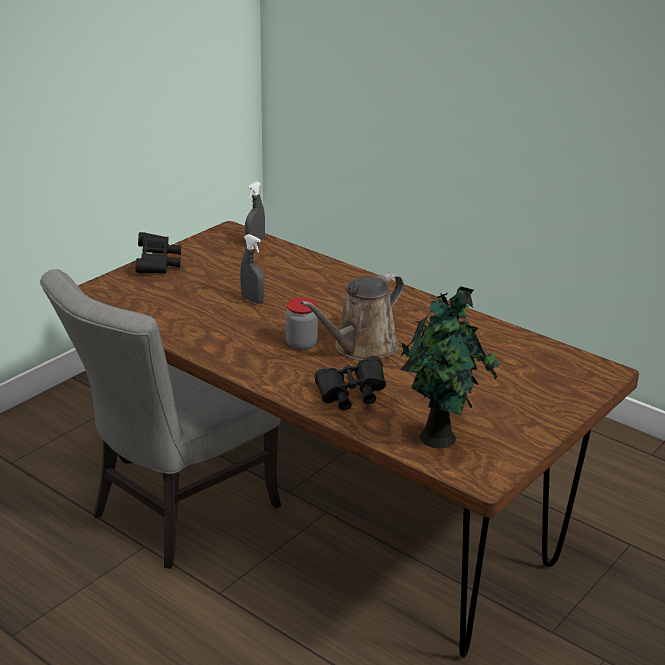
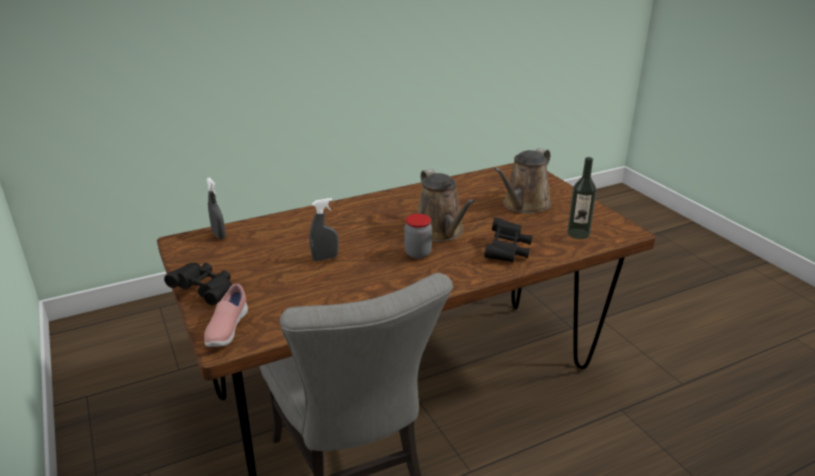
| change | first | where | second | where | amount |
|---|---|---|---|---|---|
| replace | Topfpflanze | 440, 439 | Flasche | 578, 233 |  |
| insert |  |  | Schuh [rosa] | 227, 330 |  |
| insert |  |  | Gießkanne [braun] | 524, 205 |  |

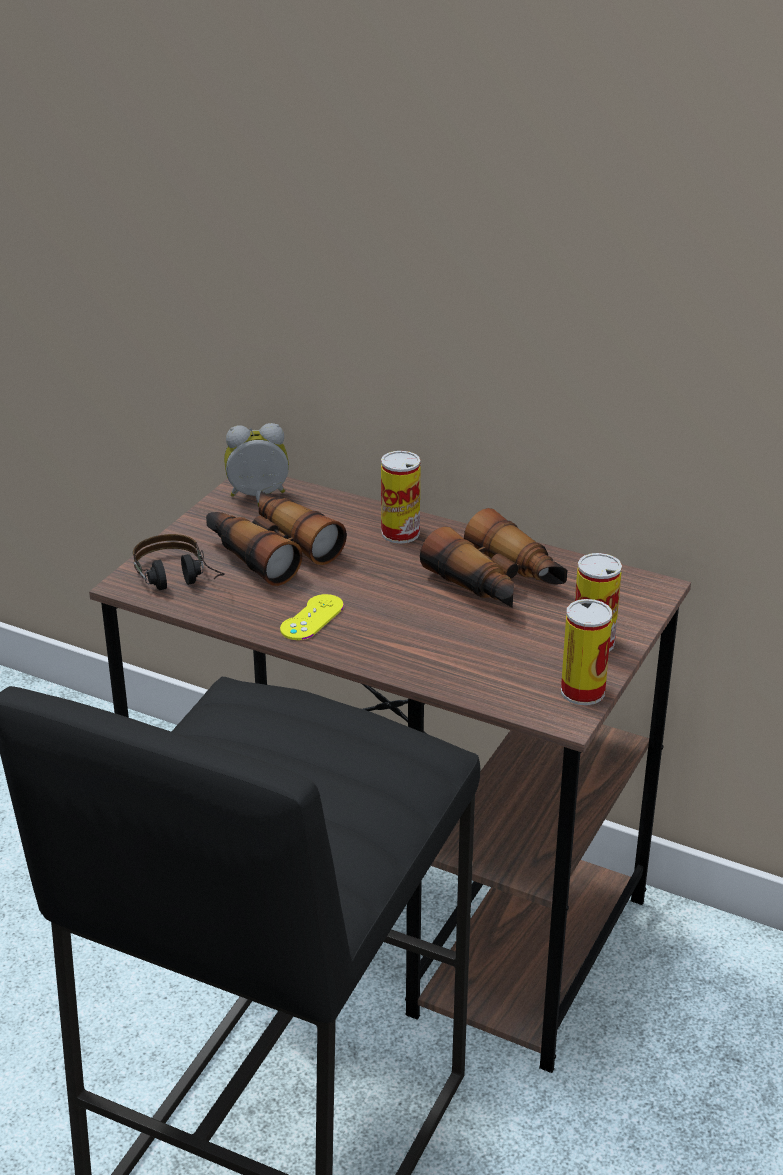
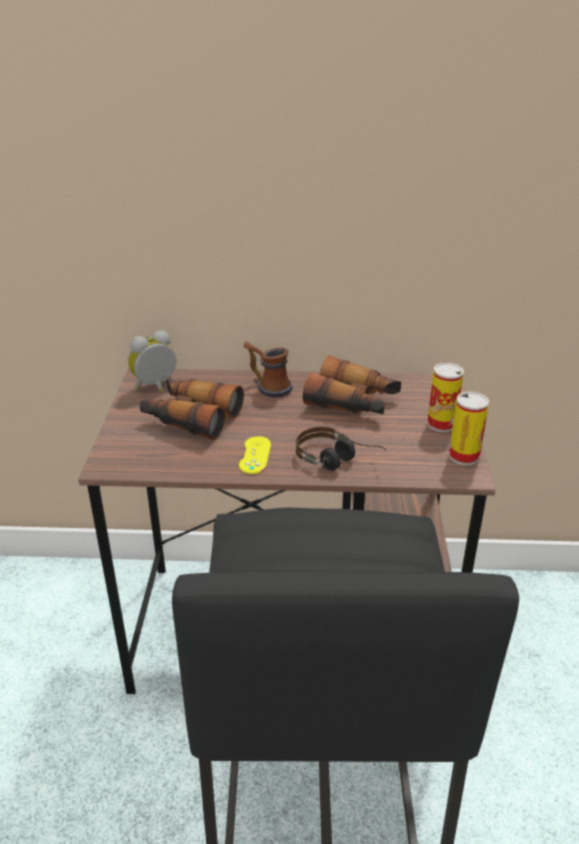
| change | first | where | second | where | amount |
|---|---|---|---|---|---|
| move | Kopfhörer | 179, 582 |  | 338, 461 |  |
| replace | Dose | 400, 533 | Henkelbecher | 267, 386 |  |

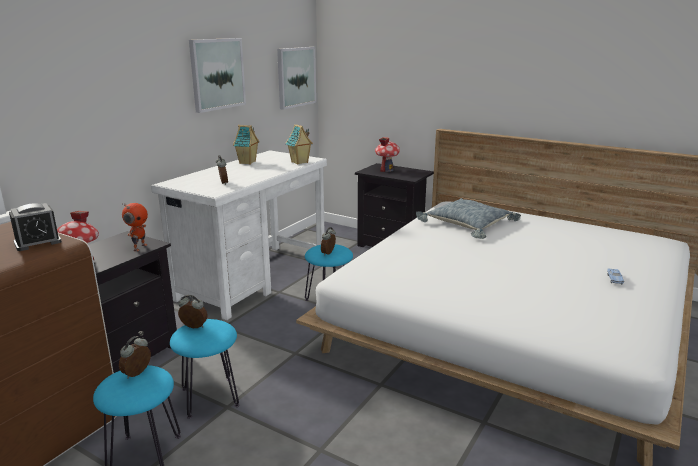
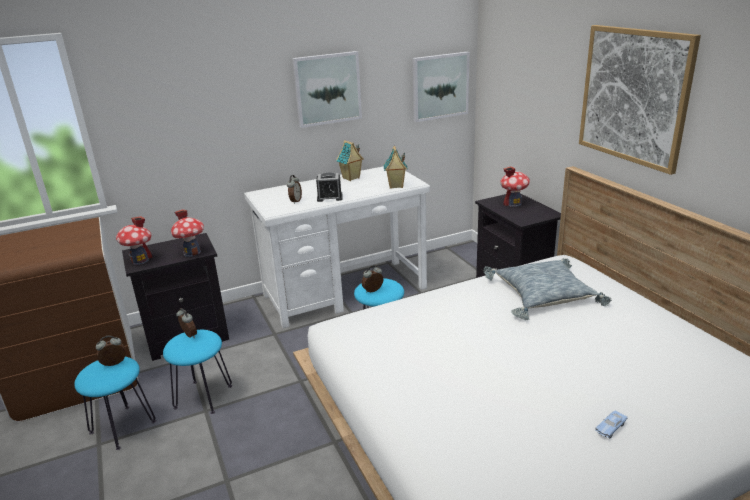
| change | first | where | second | where | amount |
|---|---|---|---|---|---|
| move | Wecker | 38, 242 |  | 329, 197 |  |
| replace | Spielzeugroboter | 139, 247 | Spielzeughaus | 192, 252 |  |
| insert |  |  | Bild | 634, 96 |  |

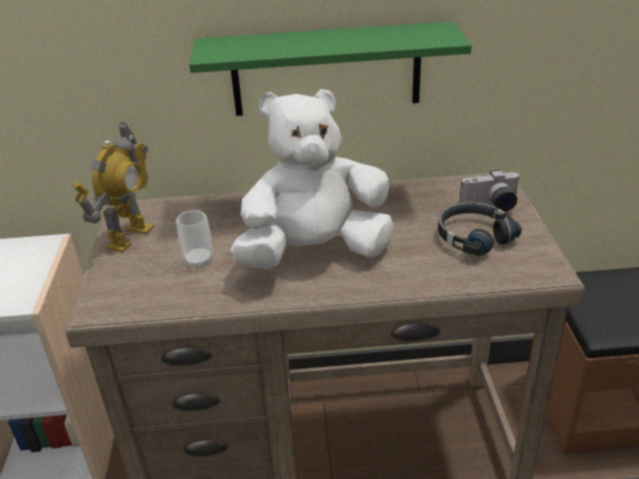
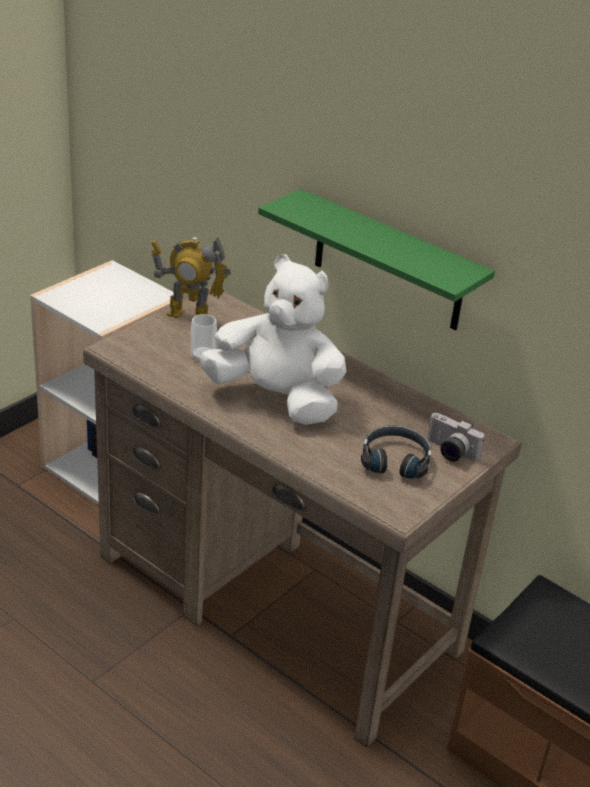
| change | first | where | second | where | amount |
|---|---|---|---|---|---|
| rotate | Spielzeugroboter | 129, 237 |  | 189, 317 | 45 degrees clockwise |

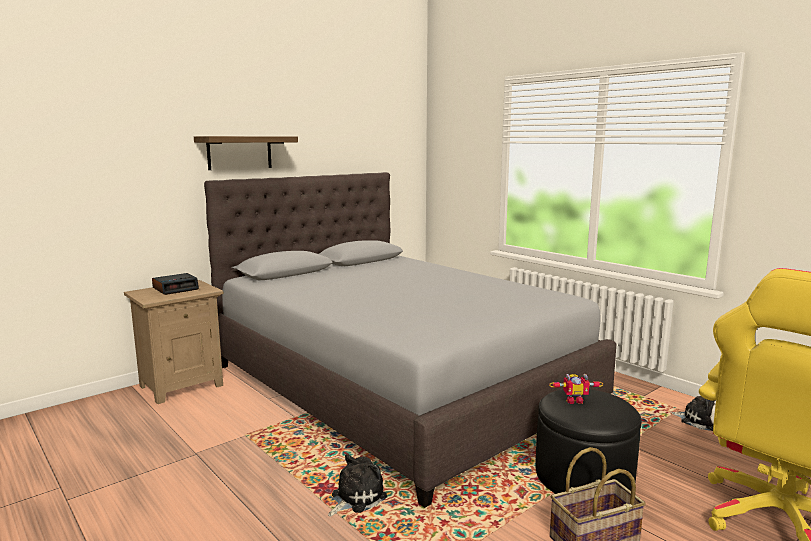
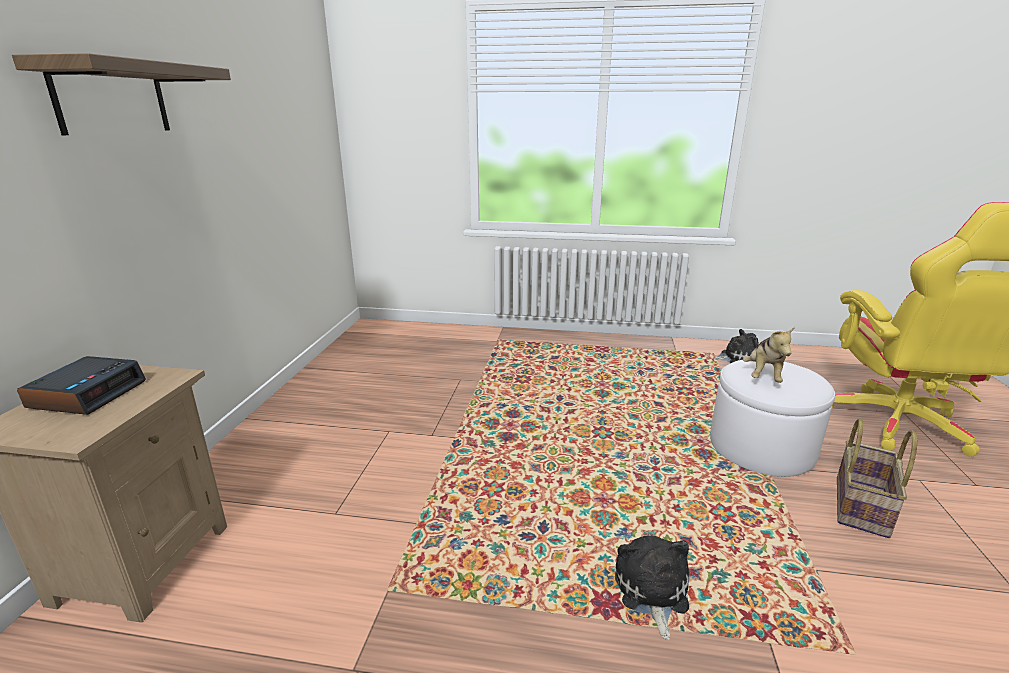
| change | first | where | second | where | amount |
|---|---|---|---|---|---|
| delete | Bett [grau] | 397, 384 |  |  |  |
| recolor | Polsterhocker [schwarz] | 583, 476 | Polsterhocker [weiß] | 761, 447 |  |
| replace | Spielzeugroboter | 574, 400 | Plüschtier | 763, 376 |  |

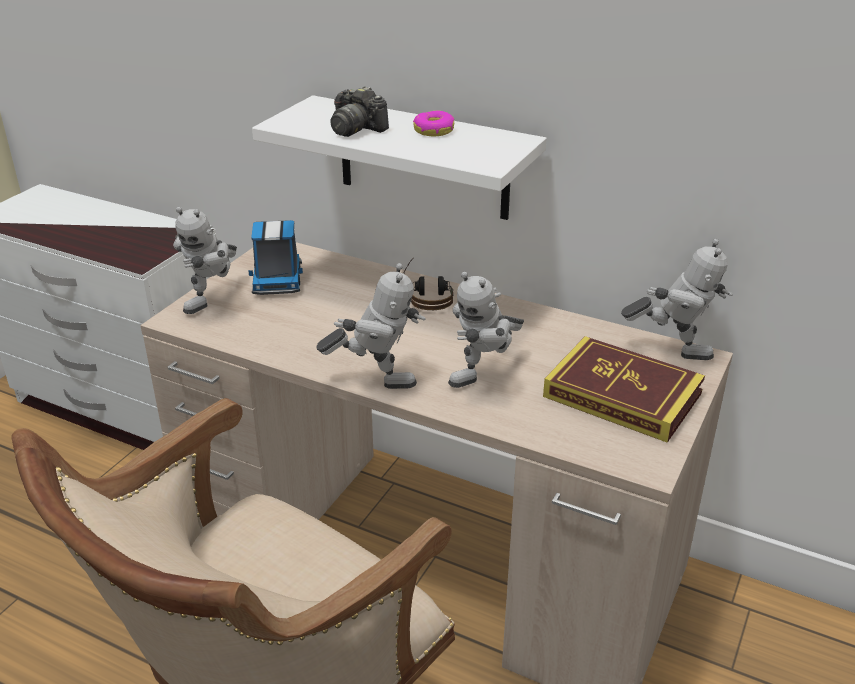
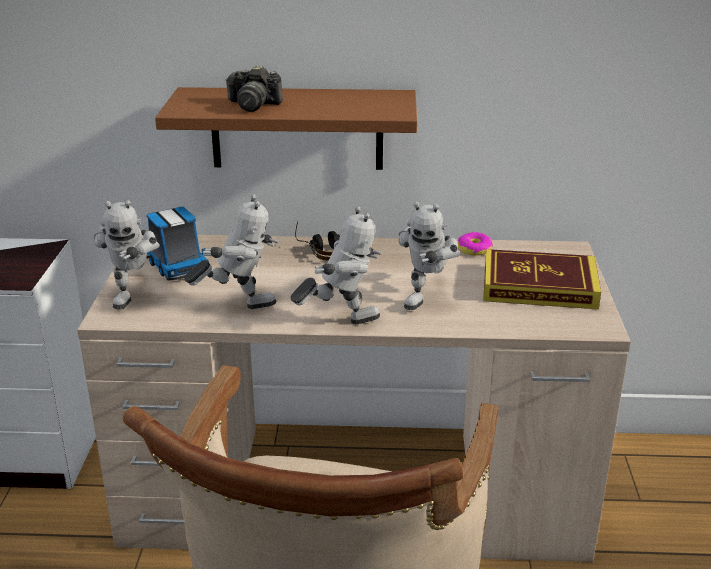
| change | first | where | second | where | amount |
|---|---|---|---|---|---|
| recolor | Wandregal [weiß] | 423, 158 | Wandregal [braun] | 297, 128 |  |
| move | Donut | 433, 130 |  | 474, 249 |  |
| move | Spielzeugroboter | 672, 350 |  | 239, 305 |  |

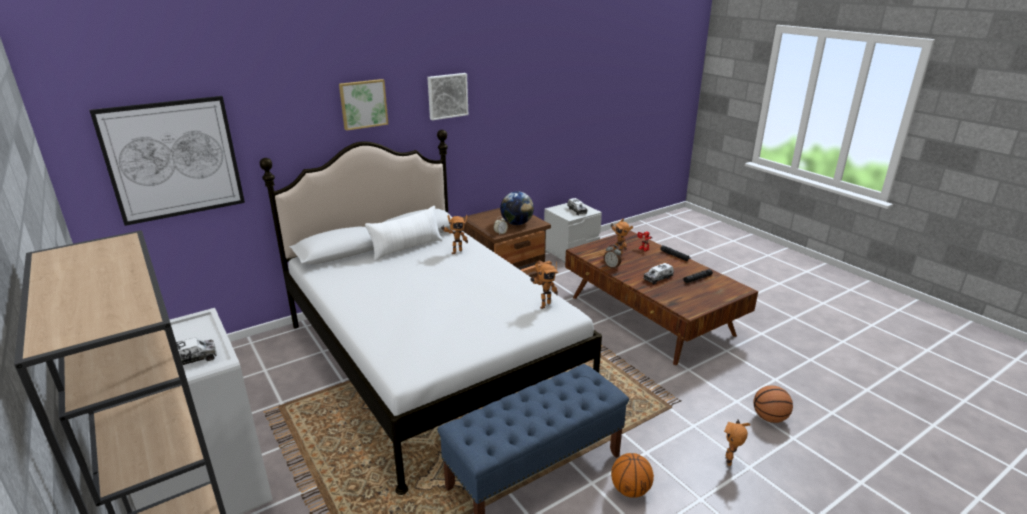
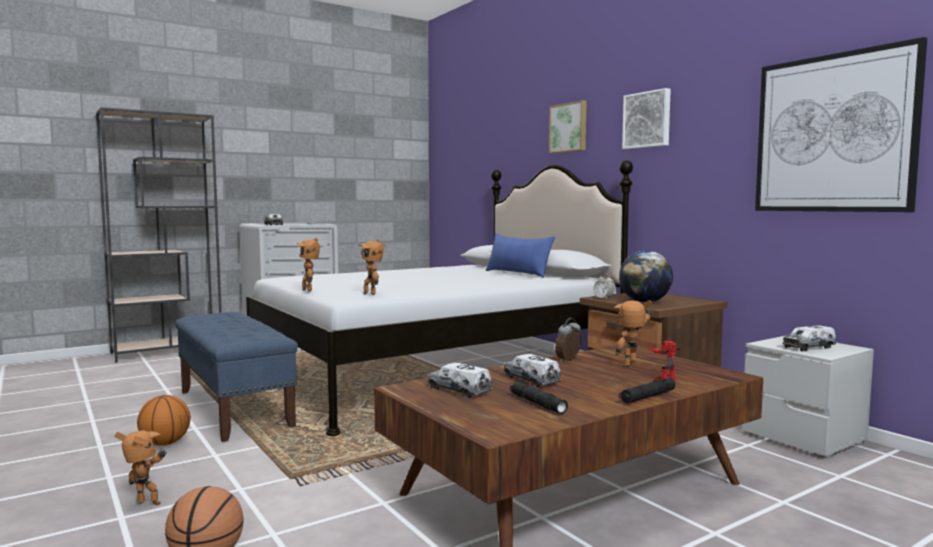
| change | first | where | second | where | amount |
|---|---|---|---|---|---|
| move | Bild | 173, 159 |  | 833, 133 |  |
| recolor | Kissen [weiß] | 407, 248 | Kissen [blau] | 518, 273 |  |
| move | Spielzeugroboter | 455, 251 |  | 309, 290 |  |
| insert |  |  | Spielzeuglaster | 459, 390 |  |

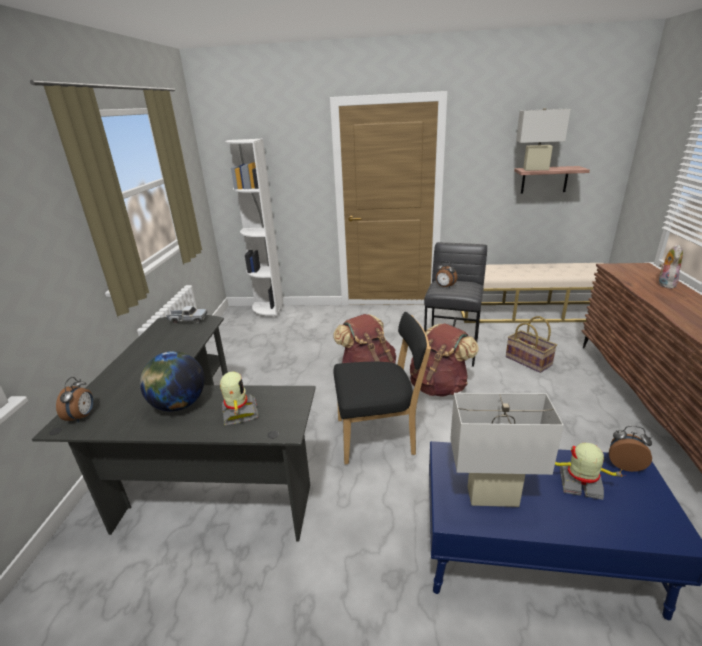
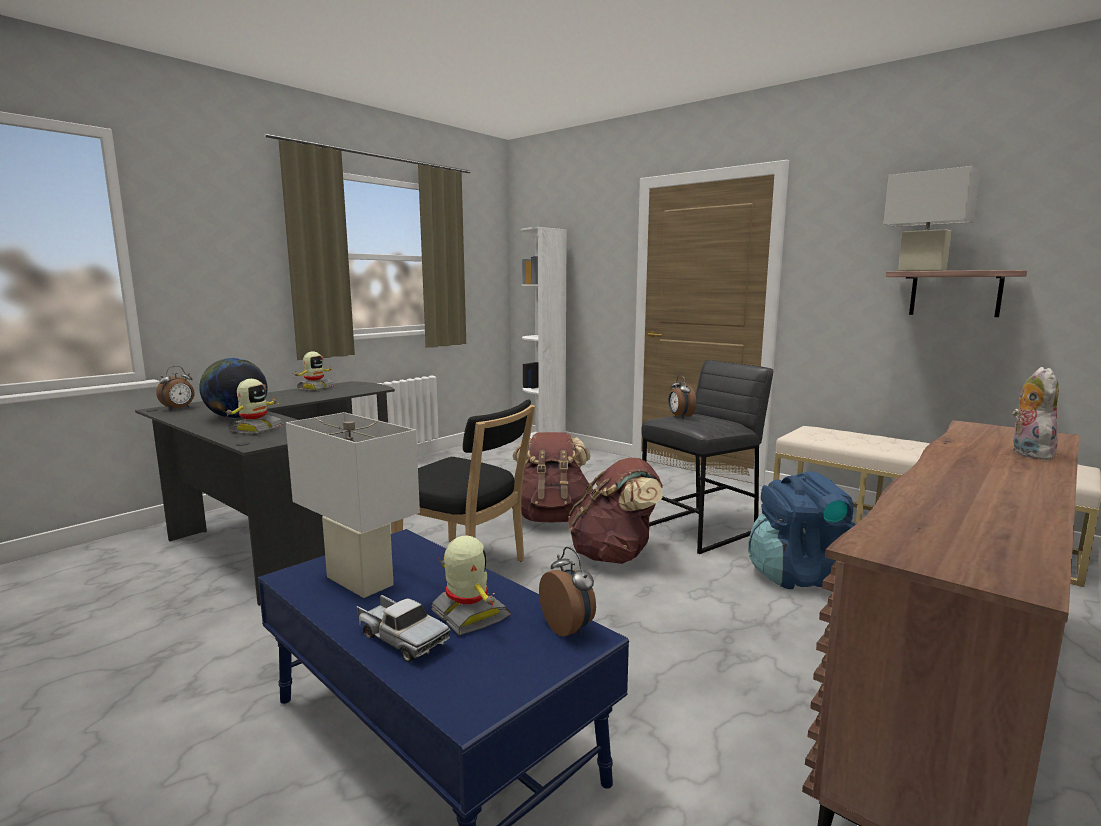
| change | first | where | second | where | amount |
|---|---|---|---|---|---|
| move | Spielzeuglaster | 188, 320 |  | 401, 638 |  |
| replace | Korb | 529, 361 | Rucksack [blau] | 801, 576 |  |
| rotate | Plüschtier | 665, 284 |  | 1027, 453 | 45 degrees counterclockwise |
| insert |  |  | Spielzeugroboter | 315, 388 |  |

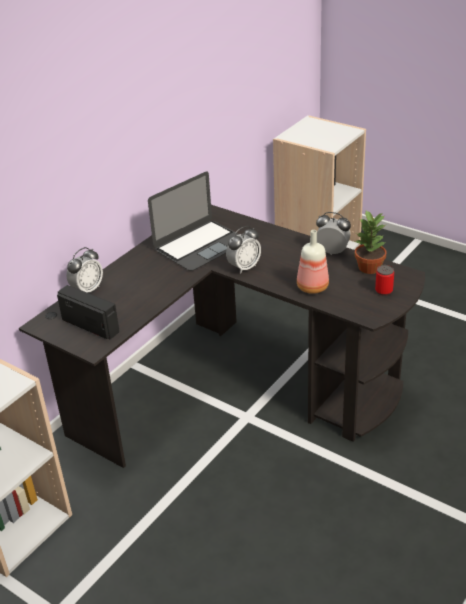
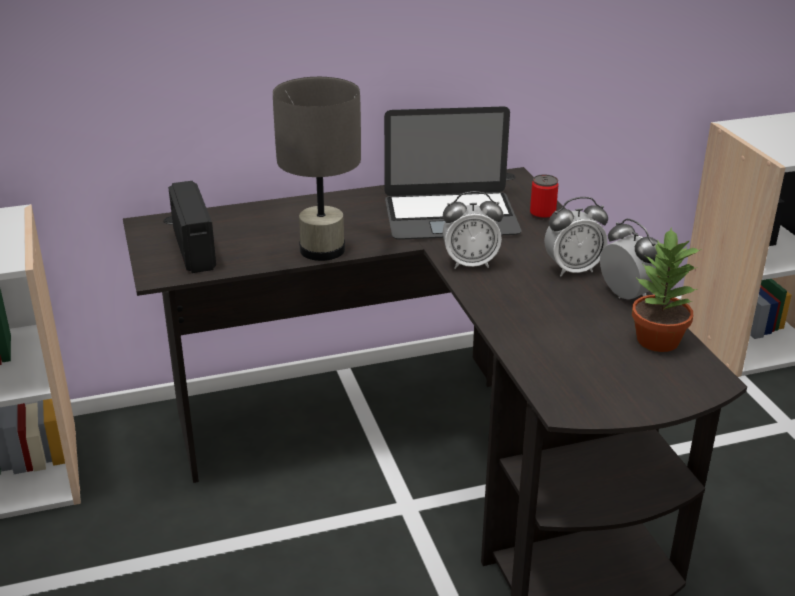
| change | first | where | second | where | amount |
|---|---|---|---|---|---|
| move | Wecker | 87, 289 |  | 572, 269 |  |
| delete | Flasche | 311, 287 |  |  |  |
| move | Dose | 383, 291 |  | 542, 214 |  |
| insert |  |  | Tischlampe [grau] | 322, 250 |  |

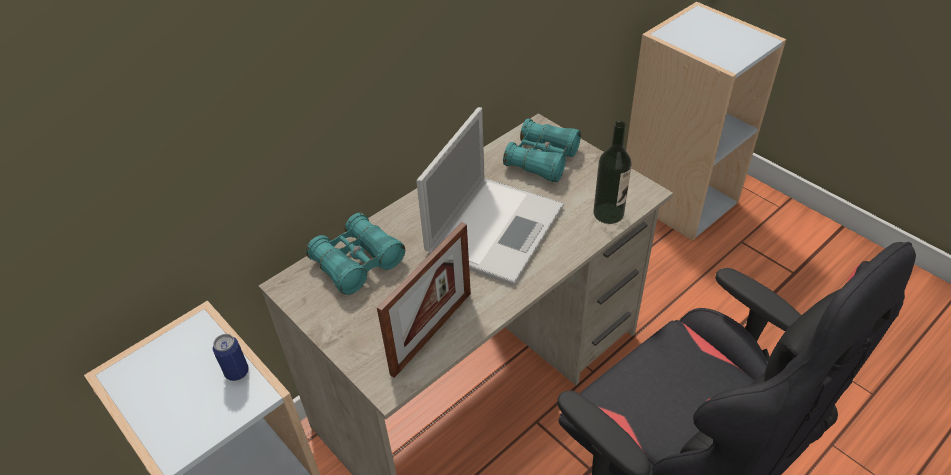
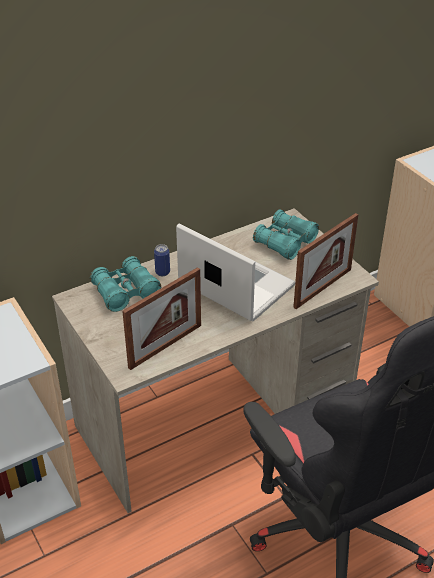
| change | first | where | second | where | amount |
|---|---|---|---|---|---|
| move | Dose | 237, 372 |  | 162, 272 |  |
| rotate | Laptop | 496, 227 |  | 234, 284 | 90 degrees counterclockwise |
| replace | Flasche | 608, 213 | Bilderrahmen | 322, 288 |  |

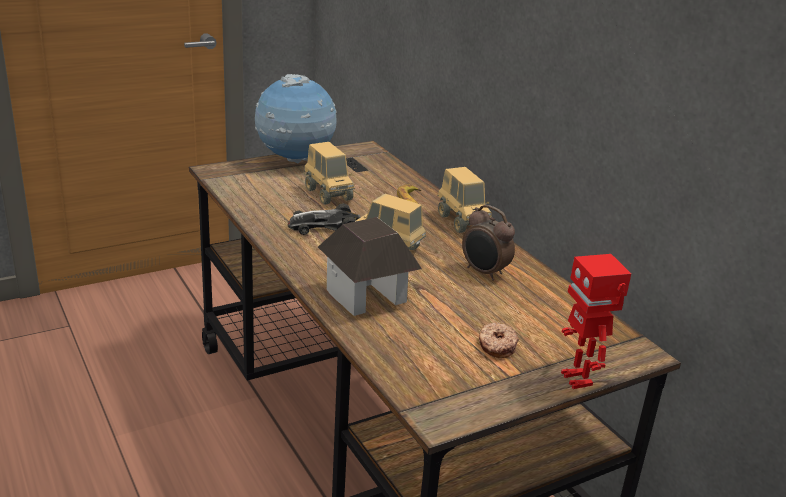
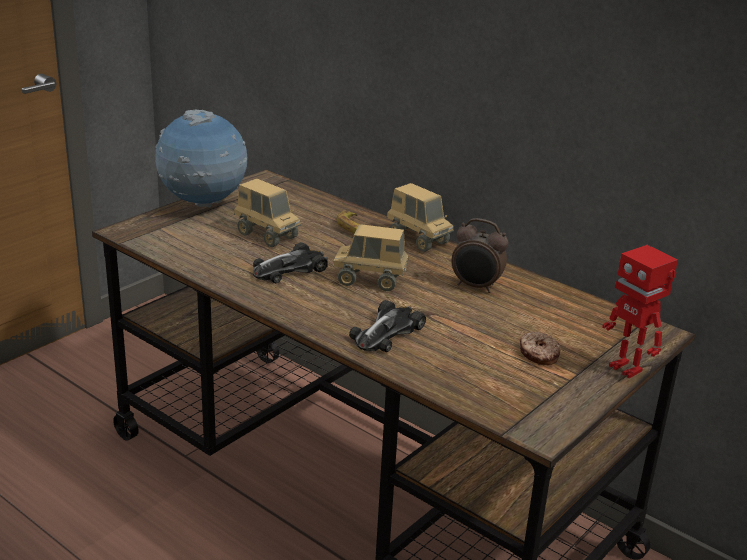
| change | first | where | second | where | amount |
|---|---|---|---|---|---|
| replace | Spielzeughaus | 366, 296 | Spielzeugauto | 386, 332 |  |

